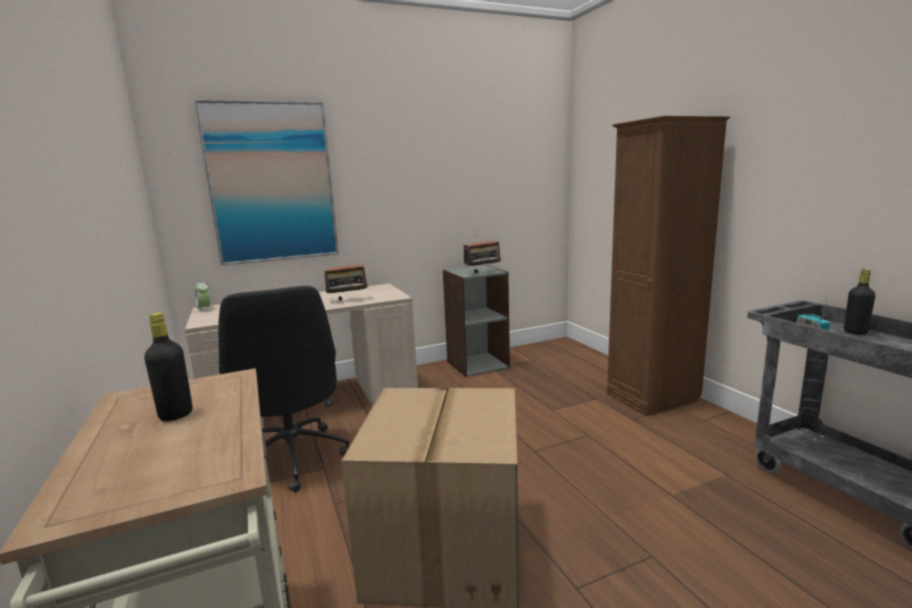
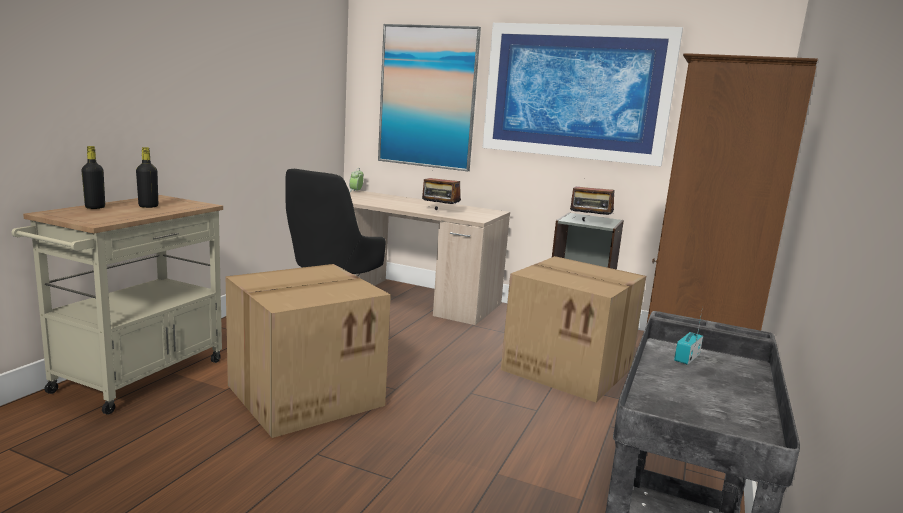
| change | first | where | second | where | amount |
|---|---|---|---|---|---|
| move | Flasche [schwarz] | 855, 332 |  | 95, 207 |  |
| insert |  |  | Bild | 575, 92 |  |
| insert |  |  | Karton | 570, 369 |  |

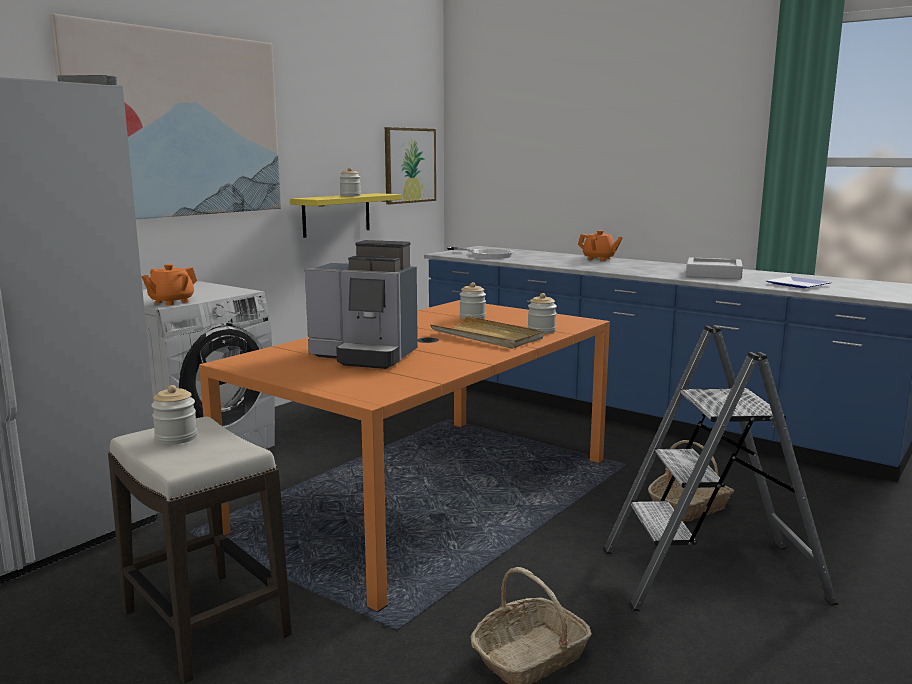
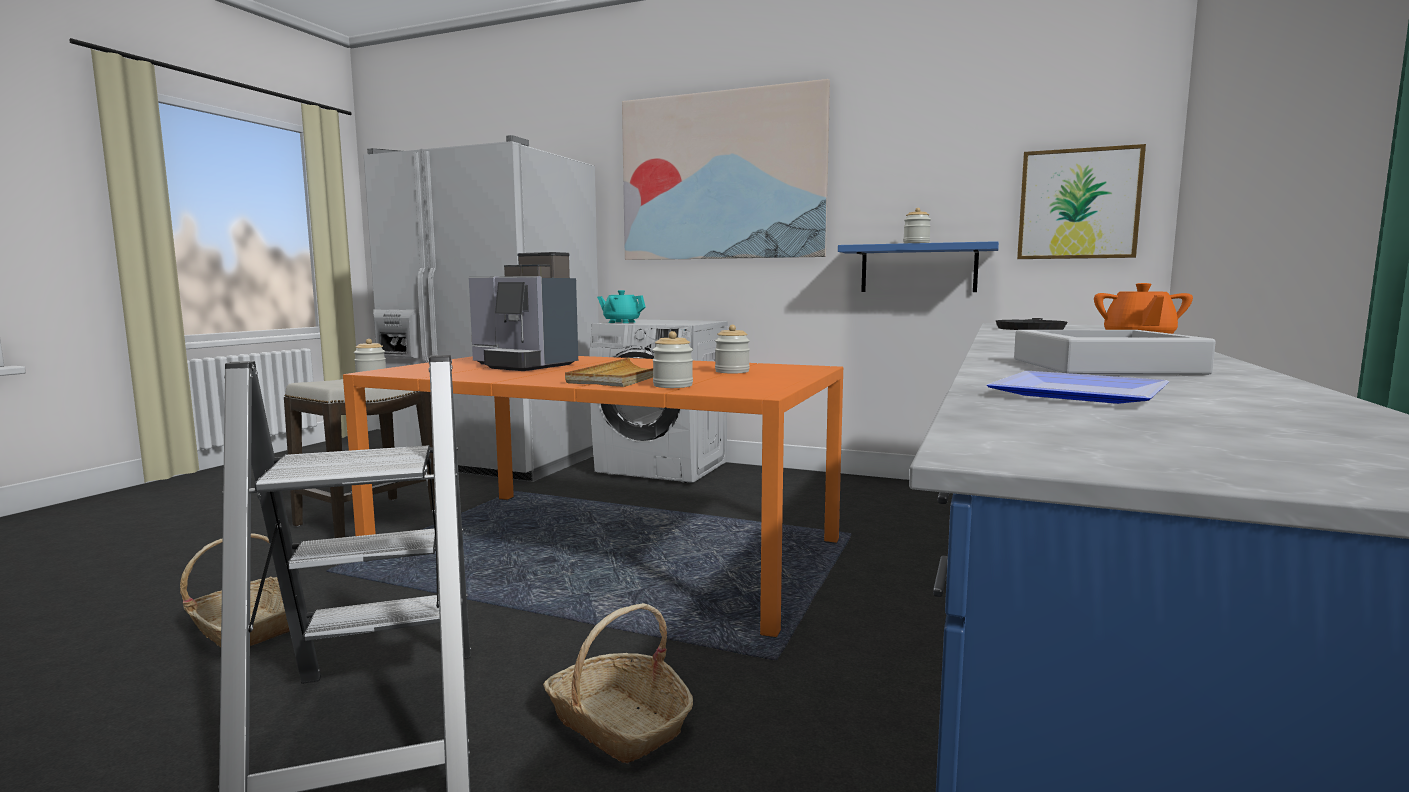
| change | first | where | second | where | amount |
|---|---|---|---|---|---|
| recolor | Teekanne [orange] | 171, 302 | Teekanne [türkis] | 621, 322 |  |
| recolor | Wandregal [gelb] | 336, 214 | Wandregal [blau] | 918, 268 |  |
| rotate | Kaffeemaschine | 366, 356 |  | 524, 365 | 60 degrees counterclockwise |
| recolor | Pfanne [weiß] | 486, 255 | Pfanne [schwarz] | 1031, 327 |  |

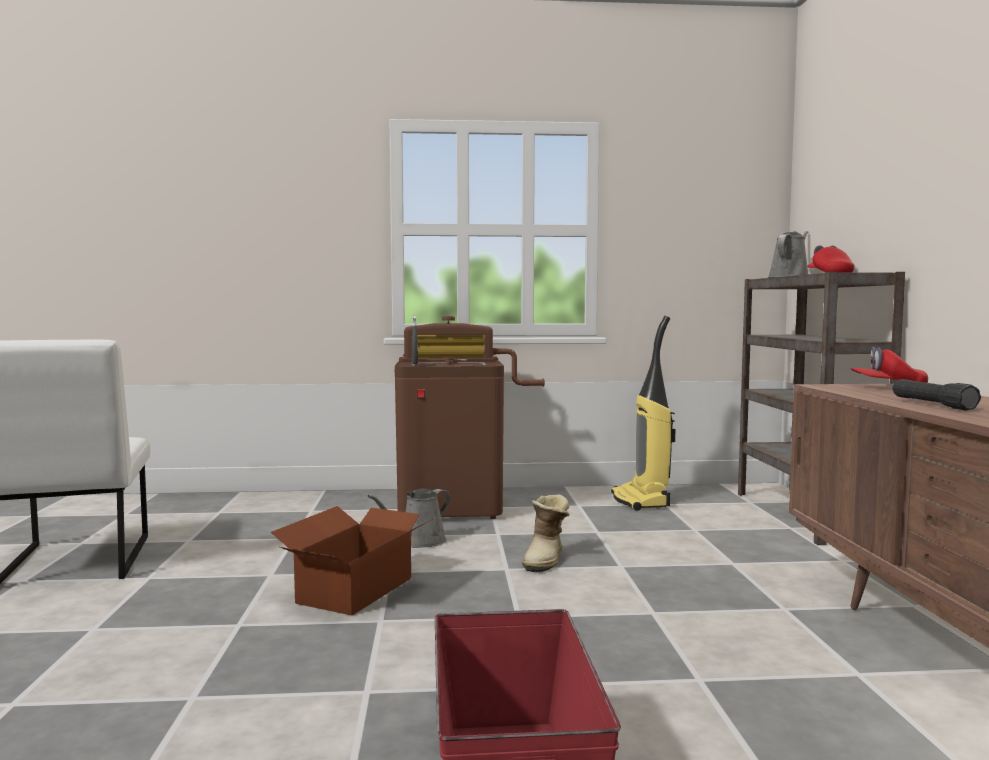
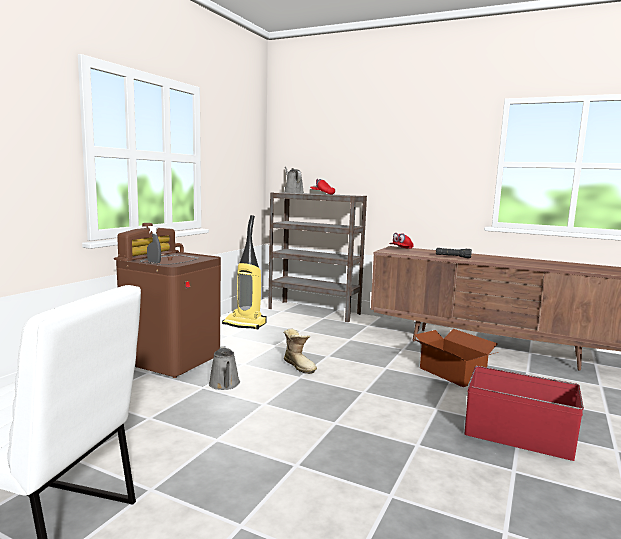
| change | first | where | second | where | amount |
|---|---|---|---|---|---|
| move | Karton | 354, 590 |  | 451, 374 |  |

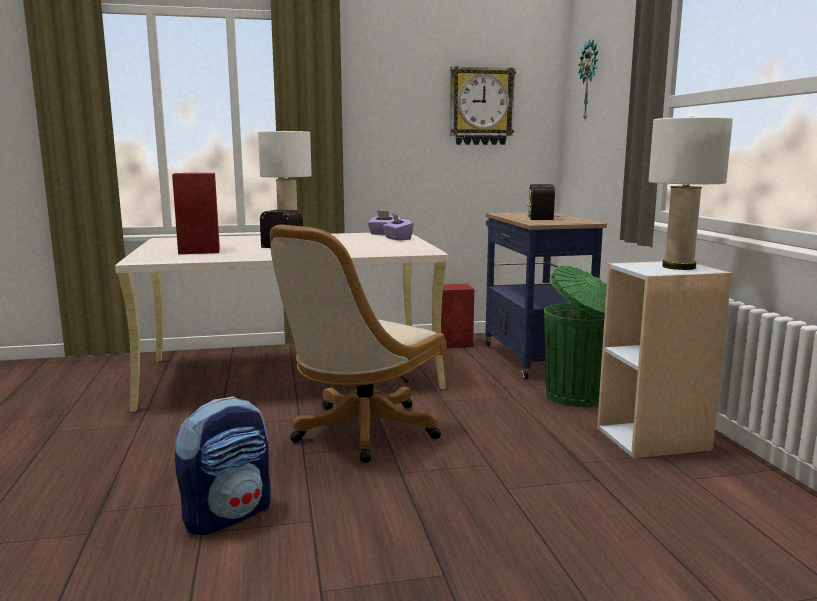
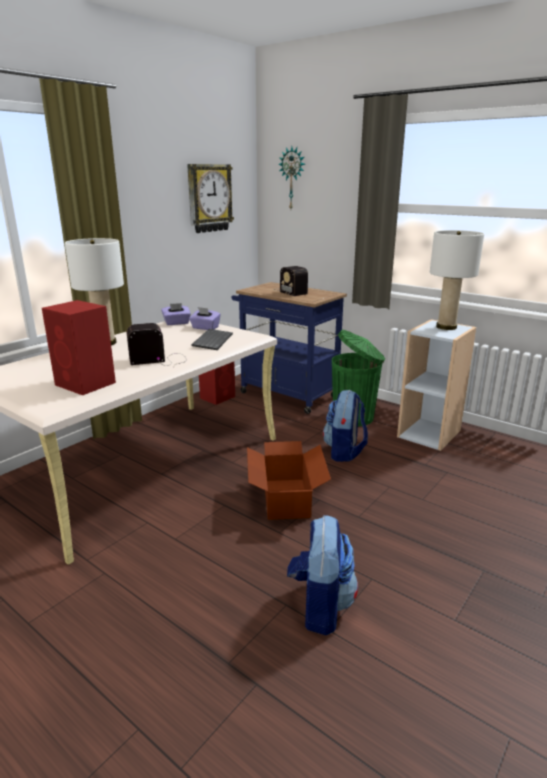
| change | first | where | second | where | amount |
|---|---|---|---|---|---|
| replace | Bürostuhl | 358, 433 | Karton | 285, 499 |  |
| insert |  |  | Tastatur | 212, 340 |  |
| insert |  |  | Rucksack | 344, 452 |  |

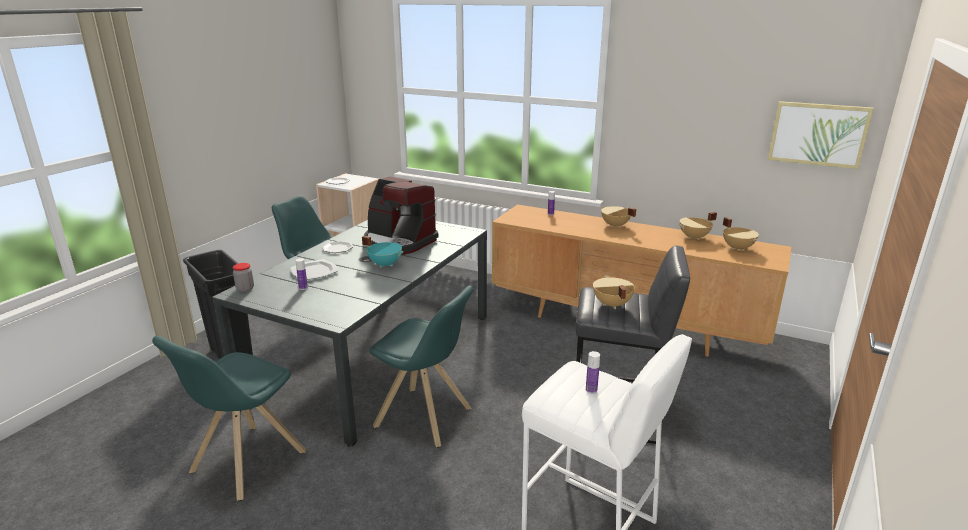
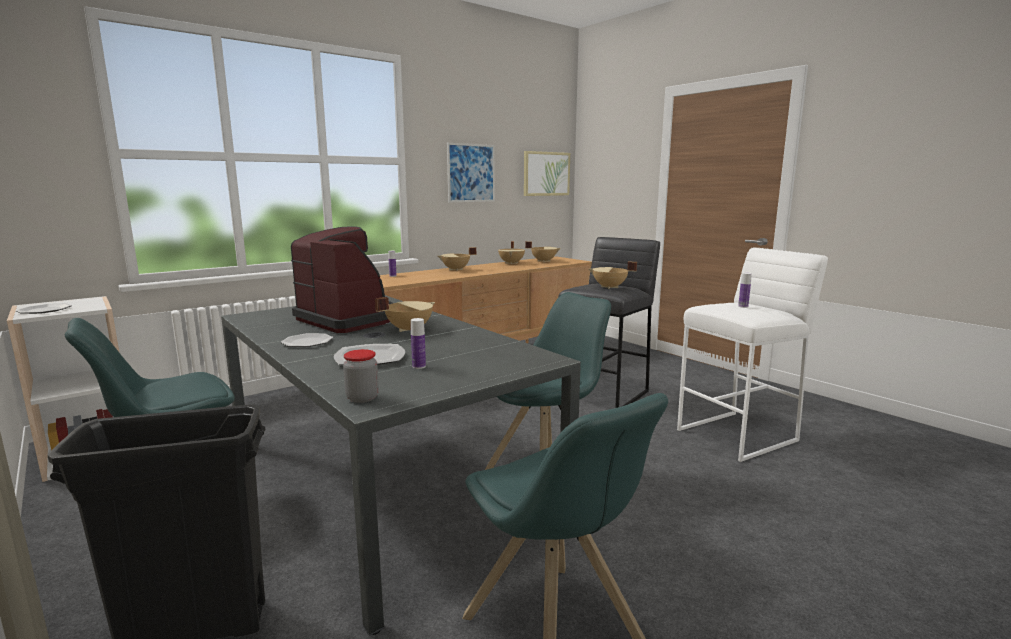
| change | first | where | second | where | amount |
|---|---|---|---|---|---|
| recolor | Kochtopf [türkis] | 385, 264 | Kochtopf [beige] | 408, 329 |  |
| rotate | Kaffeemaschine | 399, 242 |  | 349, 319 | 105 degrees counterclockwise |
| insert |  |  | Bild | 471, 173 |  |

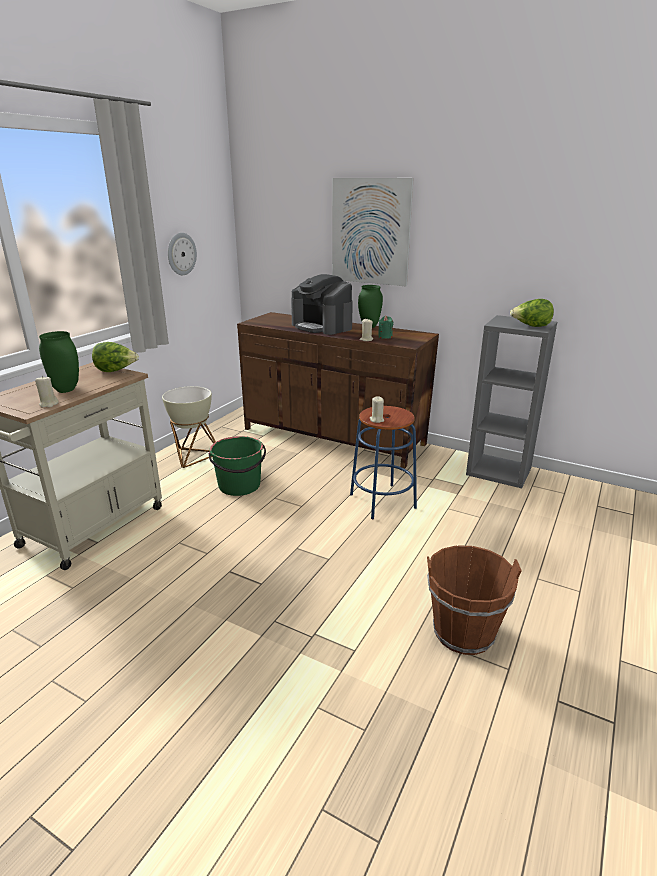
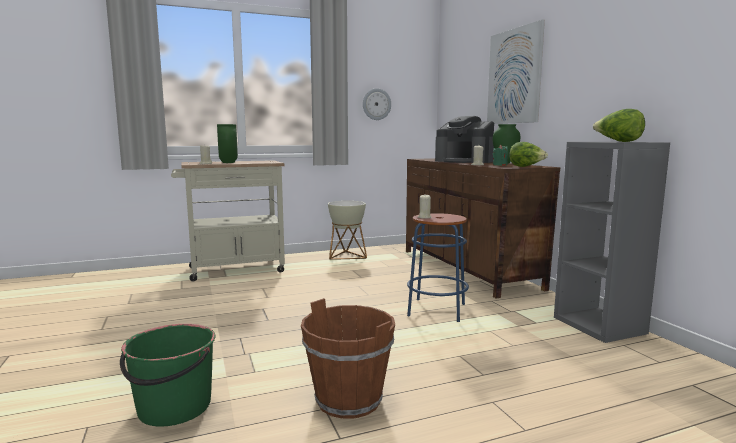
| change | first | where | second | where | amount |
|---|---|---|---|---|---|
| move | Salatkopf | 116, 371 |  | 526, 167 |  |
| move | Eimer [grün] | 239, 486 |  | 174, 408 |  |
| rotate | Kaffeemaschine | 322, 326 |  | 464, 161 | 45 degrees counterclockwise |

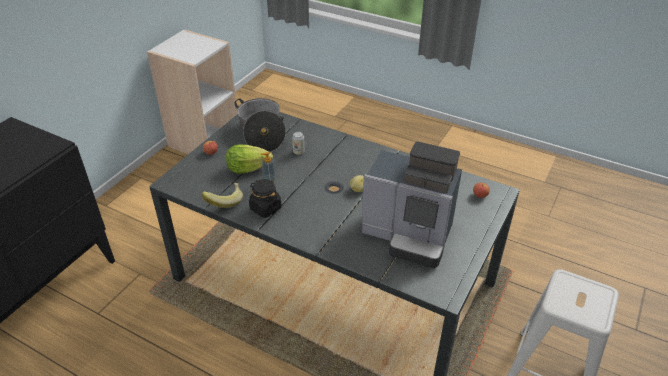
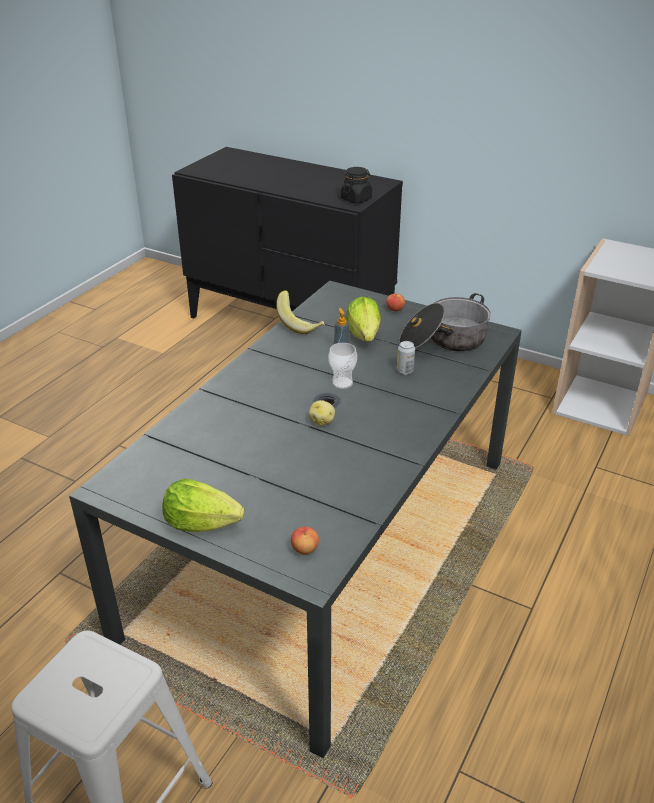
| change | first | where | second | where | amount |
|---|---|---|---|---|---|
| move | Vorratsglas [schwarz] | 265, 208 |  | 356, 199 |  |
| delete | Kaffeemaschine | 409, 235 |  |  |  |
| insert |  |  | Salatkopf | 201, 523 |  |
| insert |  |  | Tasse | 342, 383 |  |

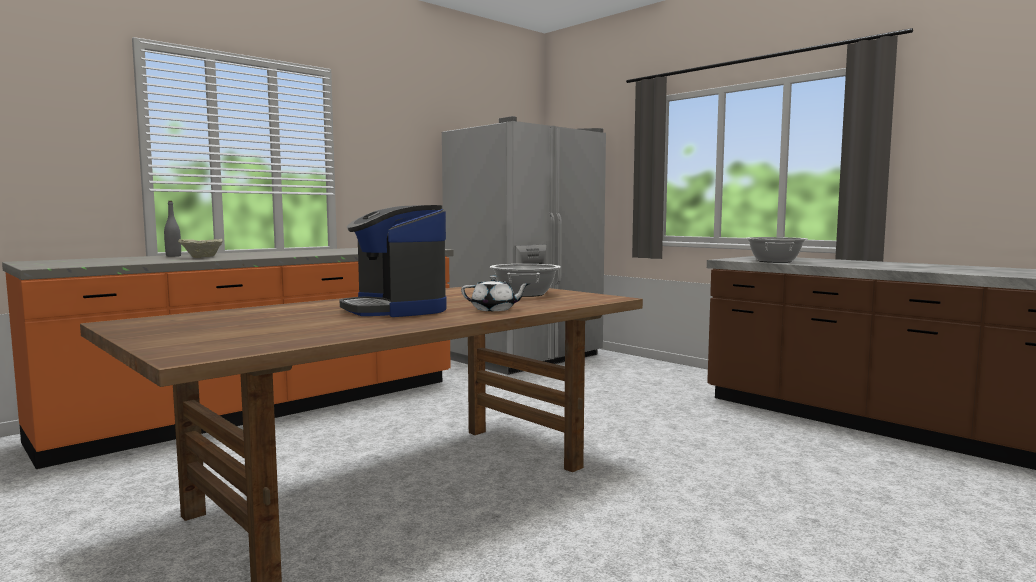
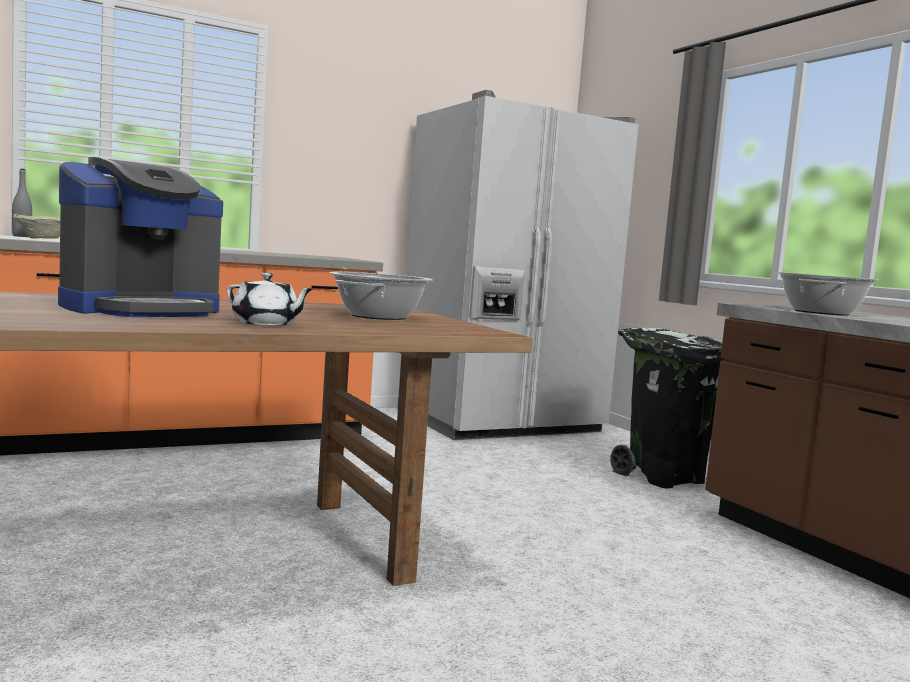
| change | first | where | second | where | amount |
|---|---|---|---|---|---|
| rotate | Kaffeemaschine | 395, 309 |  | 141, 310 | 120 degrees counterclockwise |
| insert |  |  | Mülleimer [schwarz] | 663, 477 |  |

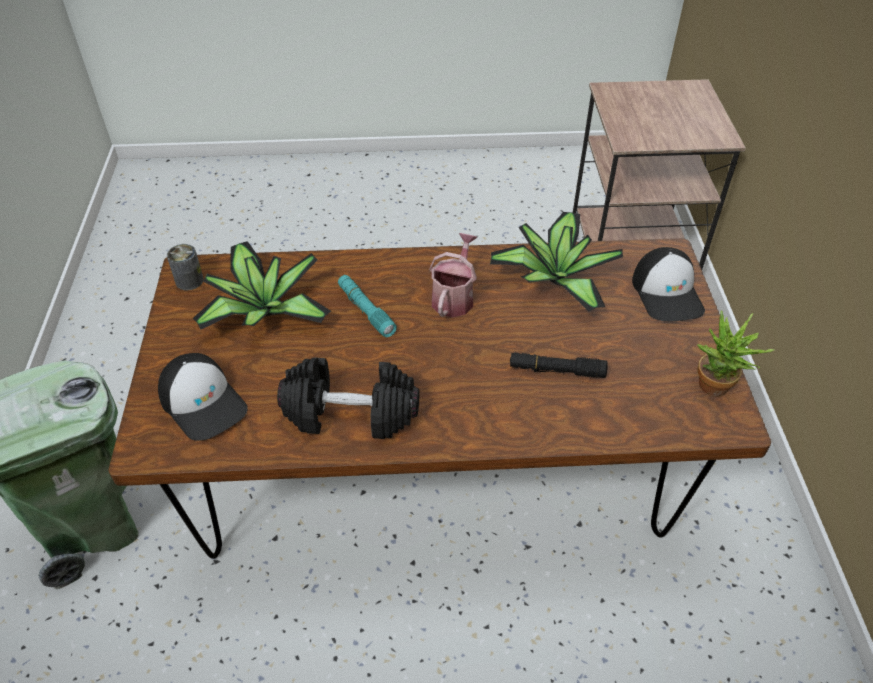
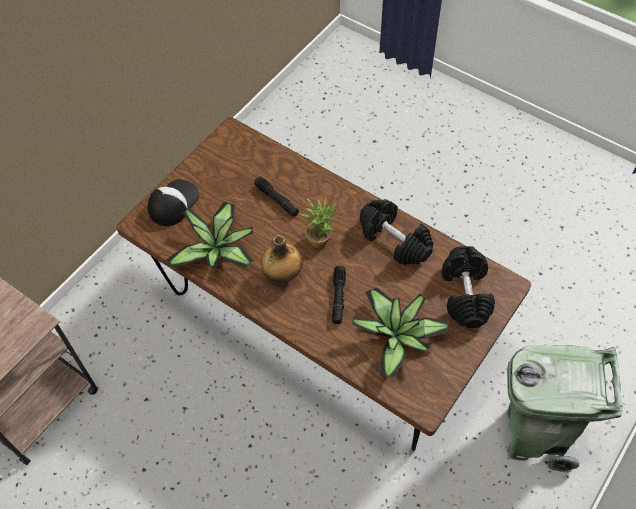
| change | first | where | second | where | amount |
|---|---|---|---|---|---|
| replace | Kappe | 204, 402 | Hantel [schwarz] | 465, 294 |  |
| delete | Dose | 189, 280 |  |  |  |
| recolor | Taschenlampe [türkis] | 366, 310 | Taschenlampe [schwarz] | 338, 298 |  |
| replace | Gießkanne | 454, 297 | Flasche | 282, 274 |  |
| move | Topfpflanze | 716, 390 |  | 320, 237 |  |

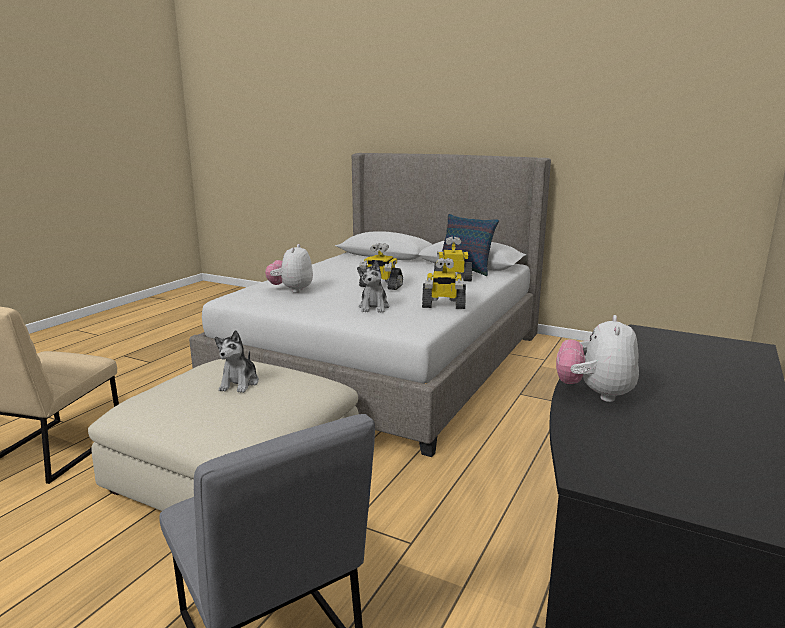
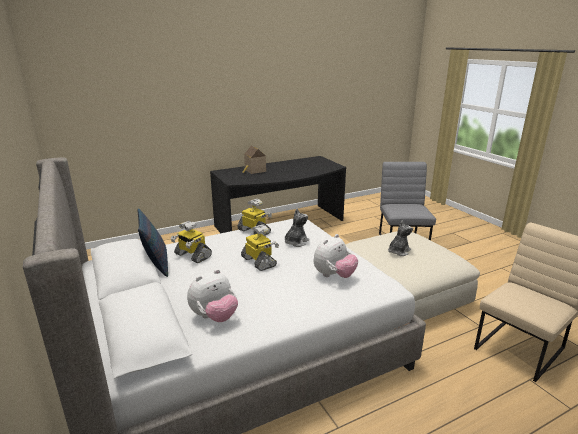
| change | first | where | second | where | amount |
|---|---|---|---|---|---|
| move | Plüschtier | 595, 394 |  | 214, 317 |  |
| insert |  |  | Spielzeughaus | 254, 171 |  |

